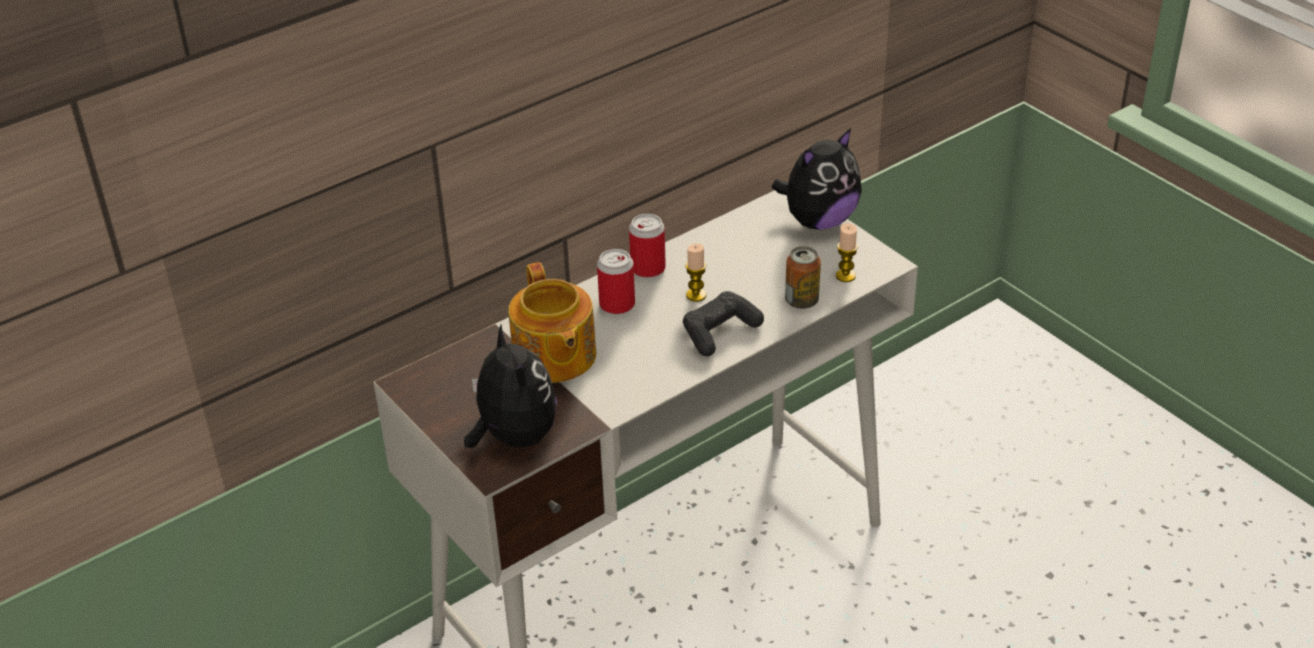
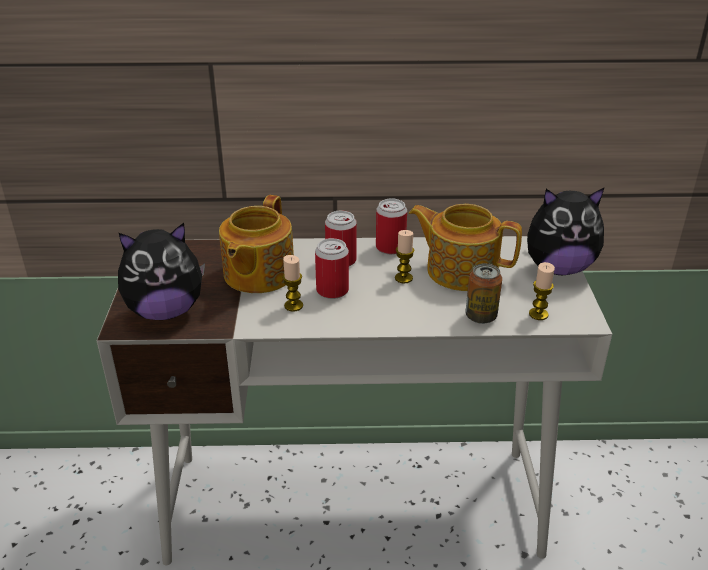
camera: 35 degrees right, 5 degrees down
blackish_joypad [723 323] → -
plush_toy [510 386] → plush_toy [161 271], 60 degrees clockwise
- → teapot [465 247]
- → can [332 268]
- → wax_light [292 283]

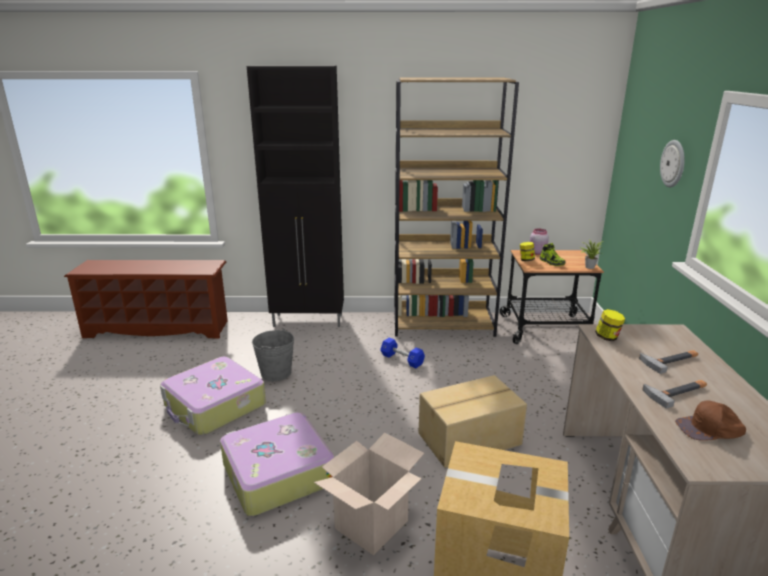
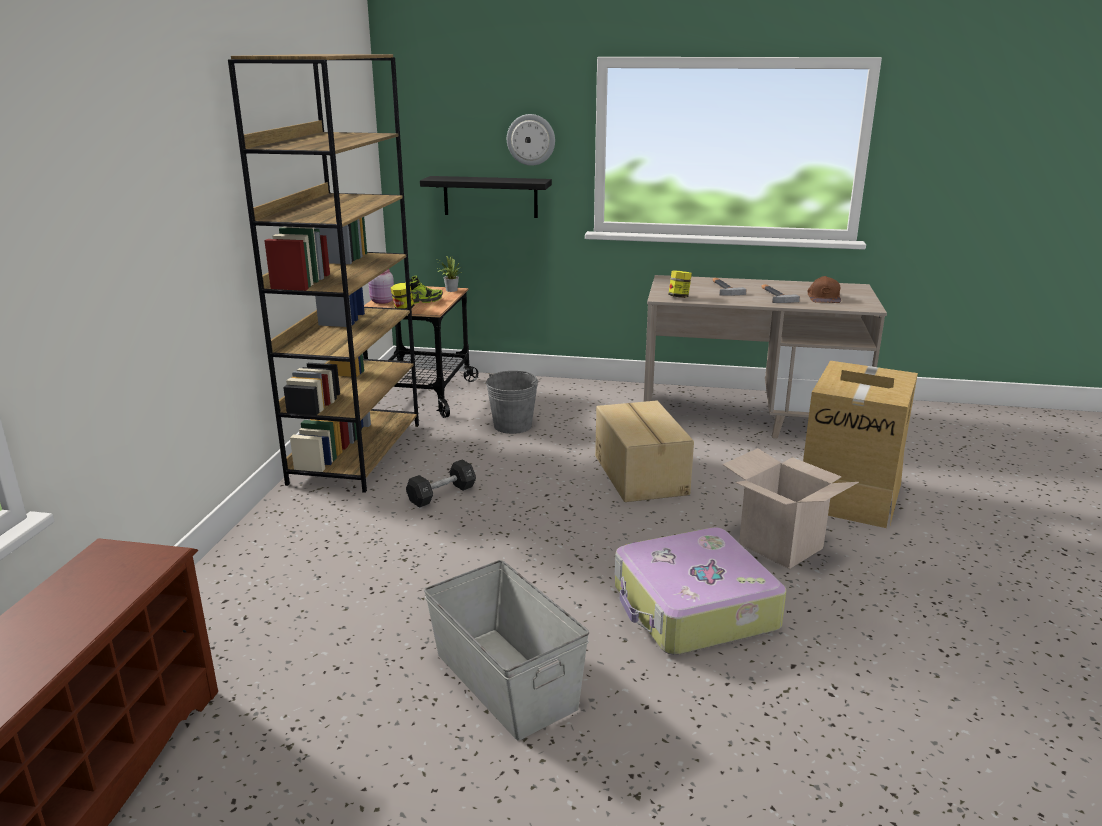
camera: 80 degrees left, 0 degrees up
blackish_storage_cabinet [295 196] → -
gray_bucket [273 355] → gray_bucket [512 402], moved
bluish_free_weight [402 352] → blackish_free_weight [441 484]
piece_of_luggage [213 396] → gray_storage_bin [506 650]
- → blackish_shelf [486 197]

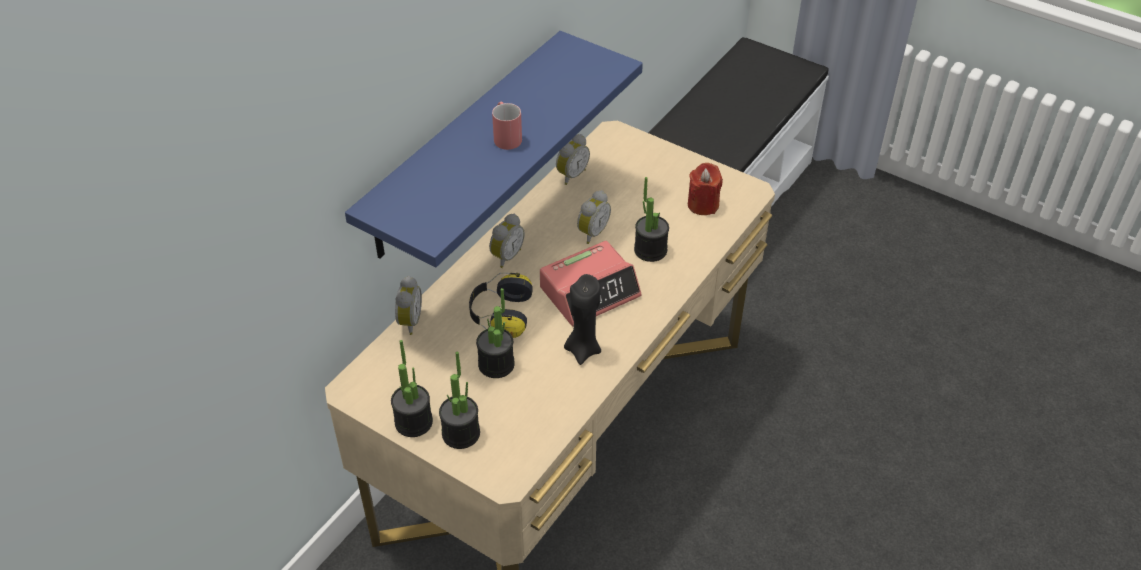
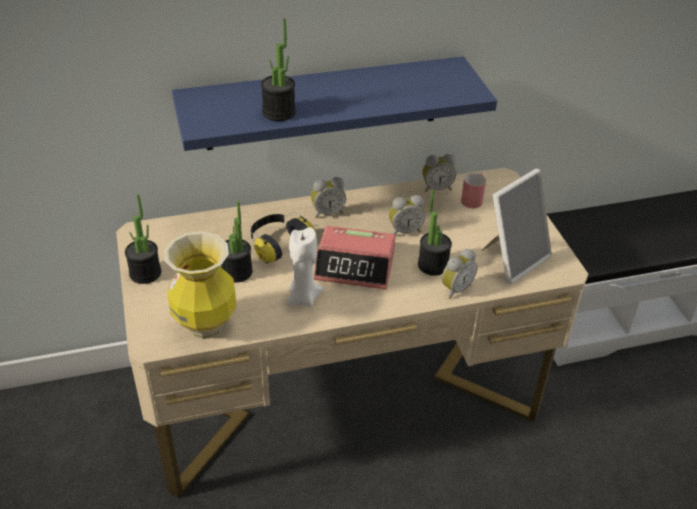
camera: 40 degrees right, 5 degrees down
red-coloured_mug [507 126] → red-coloured_mug [473 190], moved
red-coloured_wax_light [705 189] → photo_frame [516 226]
blackish_wax_light [582 319] → white_wax_light [304 267]
table_clock [408 305] → table_clock [459 274], moved
houseplant [459 400] → houseplant [278 69], moved
- → vase [200 285]

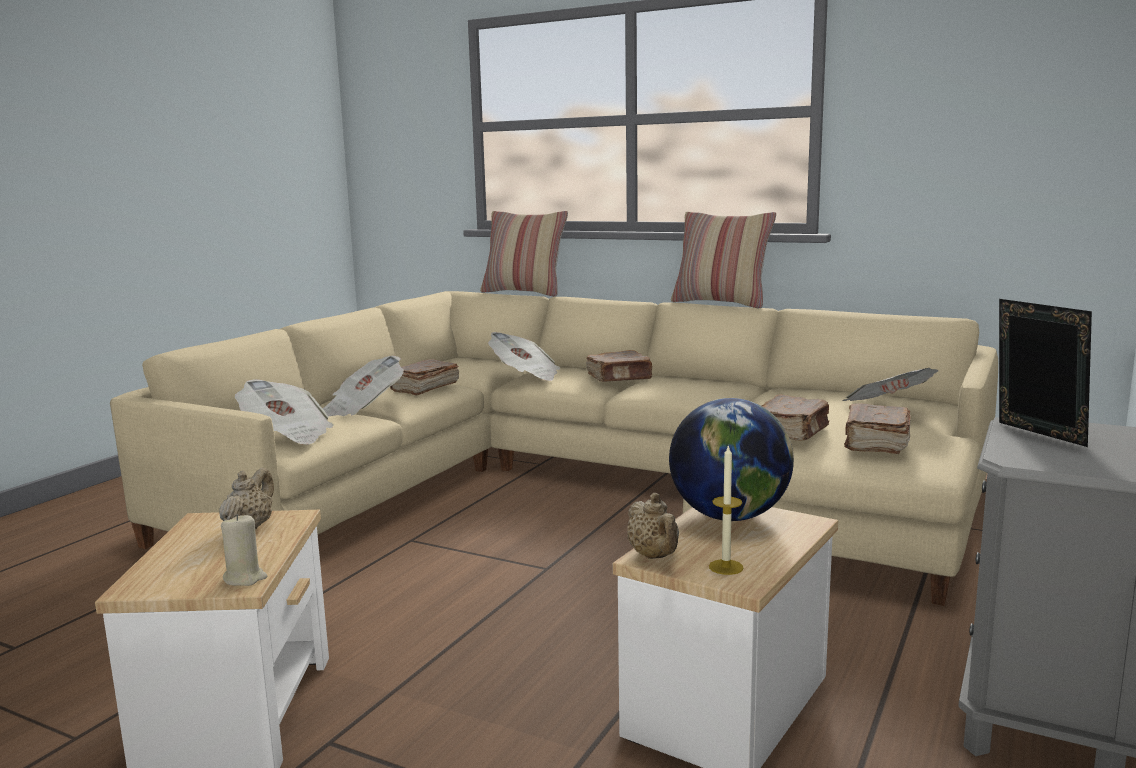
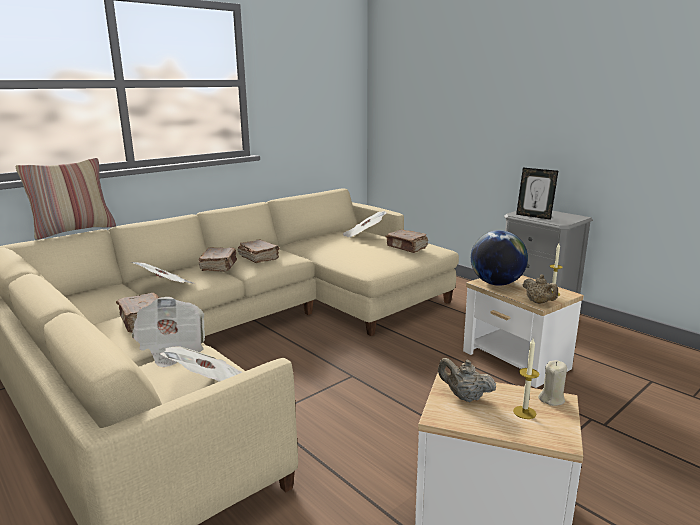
camera: 70 degrees left, 5 degrees up
throw_pillow [723 260] → -
photo_frame [1045 373] → photo_frame [537 194], 135 degrees counterclockwise
brown_volume [795 418] → brown_volume [259 251], moved
beige-coloured_teapot [653 526] → beige-coloured_teapot [540 289], 60 degrees clockwise
- → wax_light [526 379]

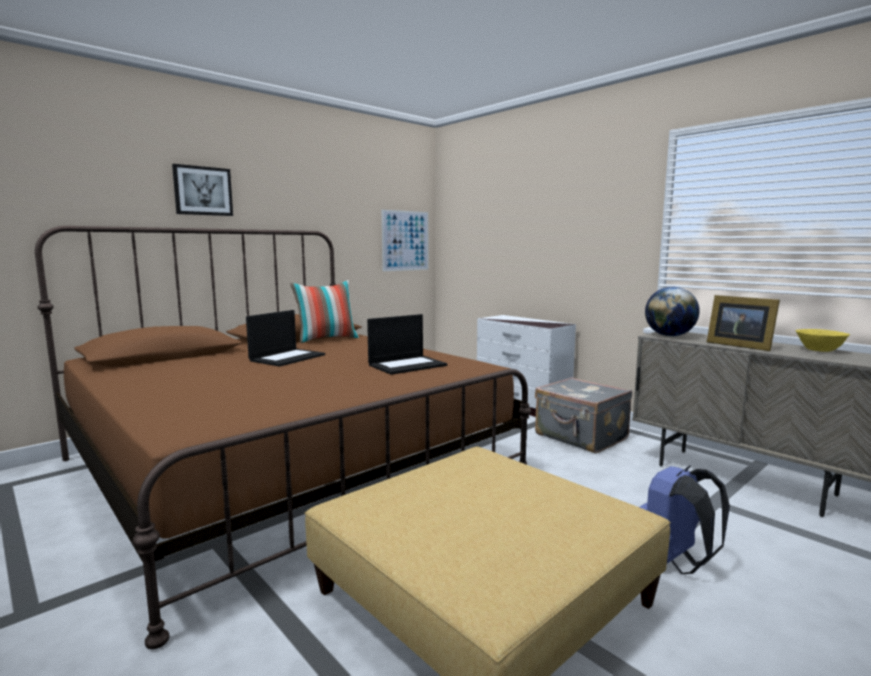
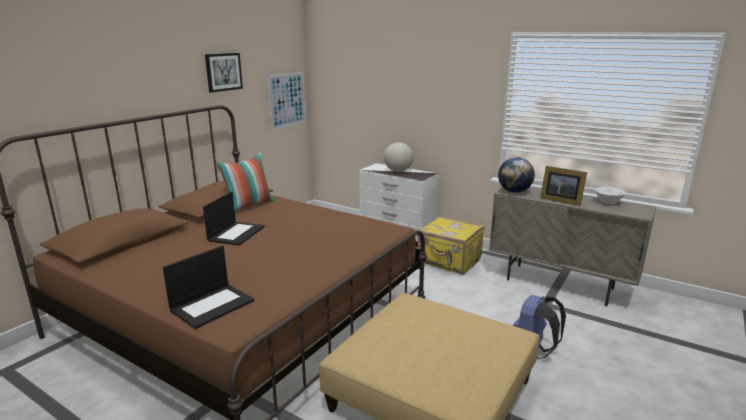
camera: 15 degrees left, 10 degrees up
picture [202 190] → picture [224 73], moved
portable_computer [407 344] → portable_computer [208 287], moved
yellow-coloured_serving_bowl [822 340] → white_serving_bowl [610 195]
gray_piece_of_luggage [583 415] → yellow-coloured_piece_of_luggage [450 245]
- → world_globe [398 157]

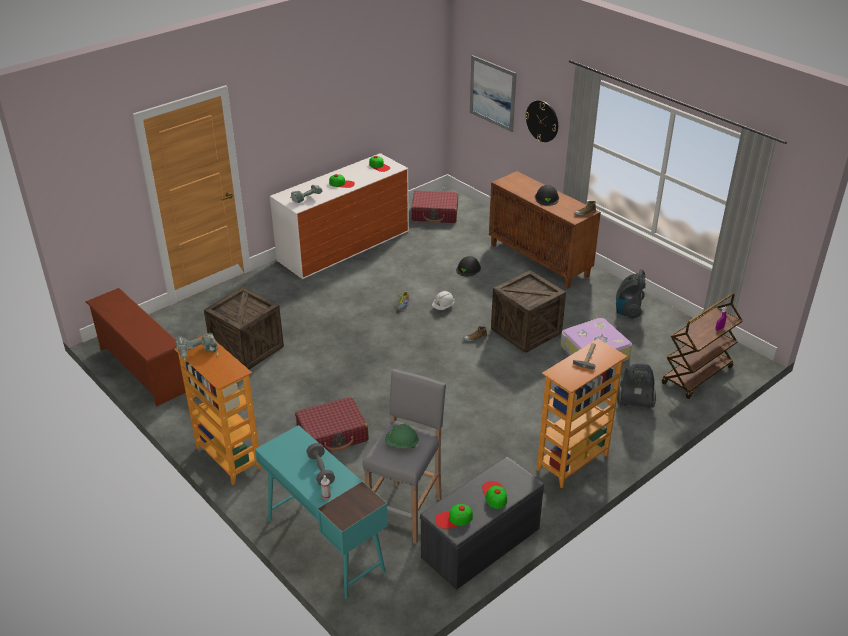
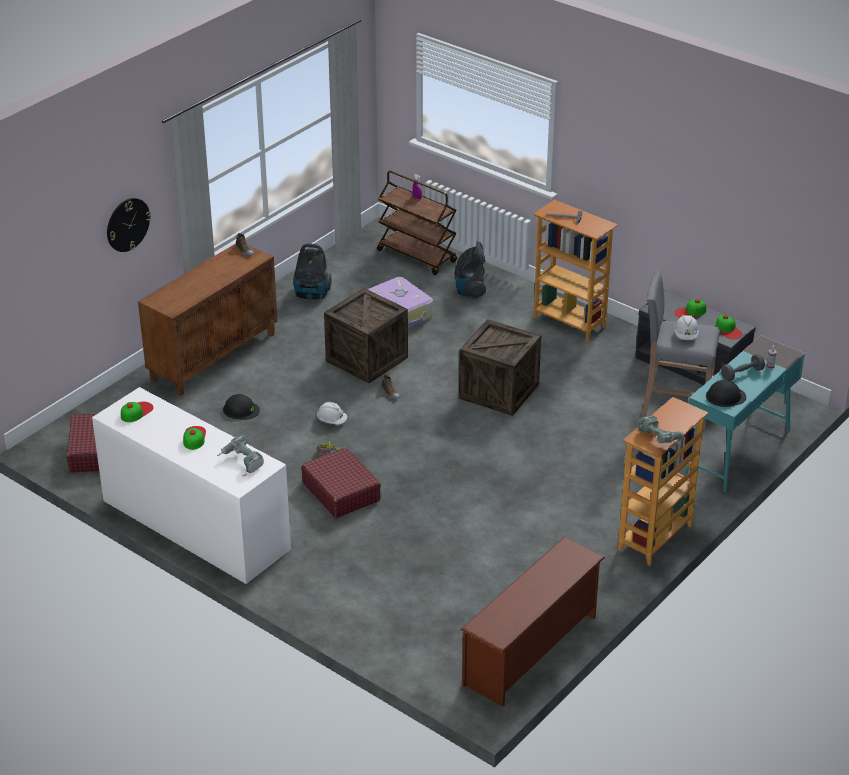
camera: 100 degrees left, 0 degrees up
picture [493 93] → -
blackish_hard_hat [547 195] → blackish_hard_hat [726 393], moved
shipping_crate [244 328] → shipping_crate [500 367], moved
red-coloured_piece_of_luggage [332 424] → red-coloured_piece_of_luggage [341 483], moved
green_hard_hat [402 436] → white_hard_hat [686 327]

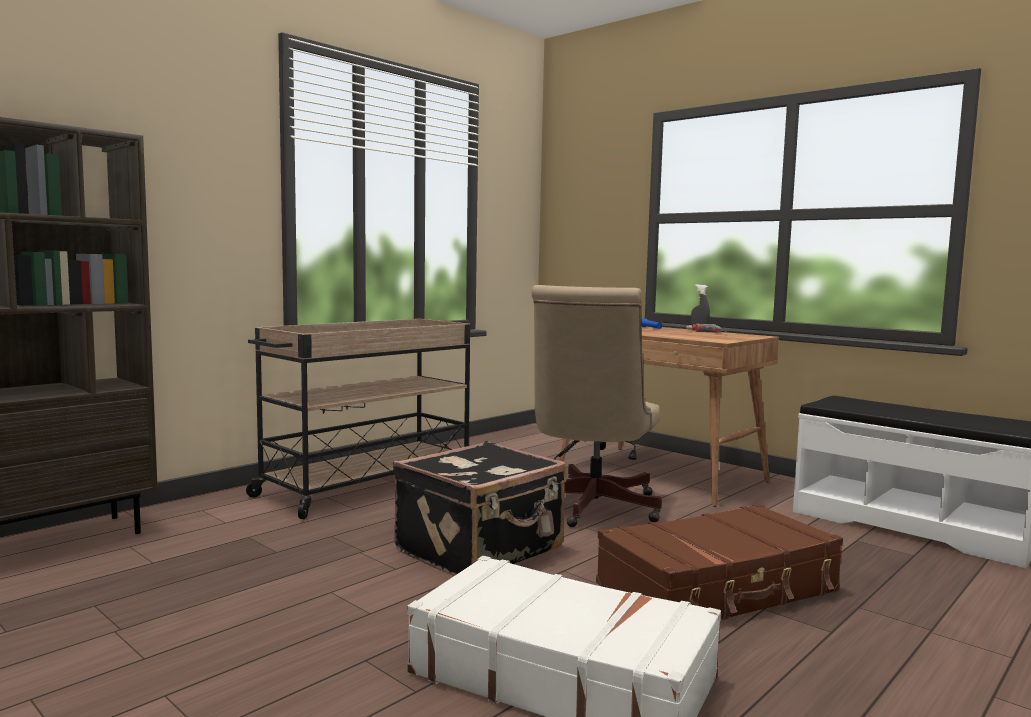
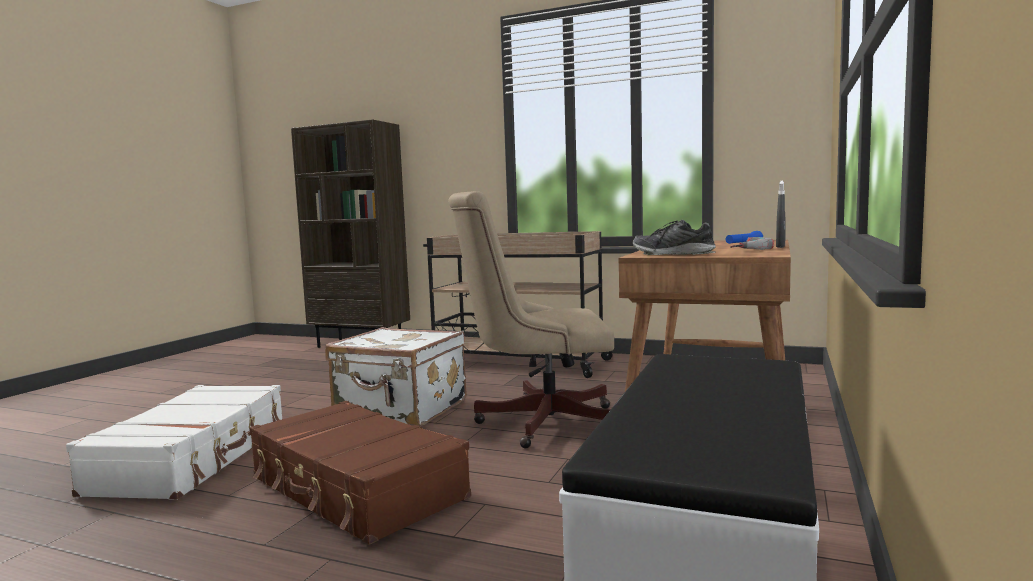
camera: 70 degrees right, 0 degrees up
blackish_piece_of_luggage [480 508] → white_piece_of_luggage [395 376]
- → low_shoe [674 237]

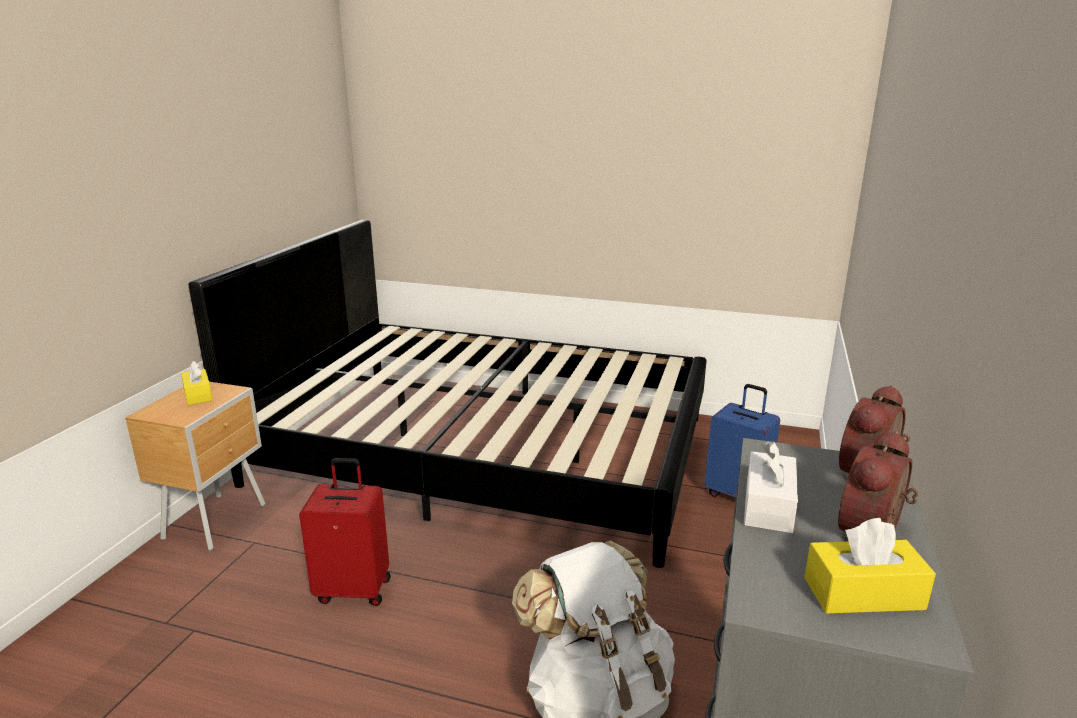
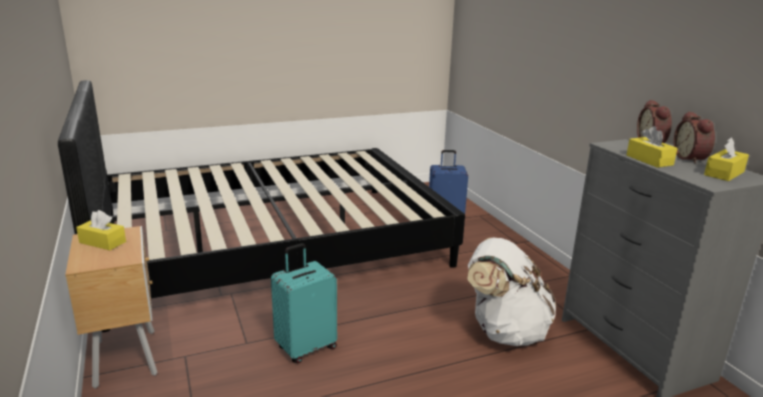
camera: 40 degrees left, 0 degrees up
white_box_of_tissues [771 487] → yellow-coloured_box_of_tissues [652 147]
red-coloured_piece_of_luggage [345 532] → blue-green_piece_of_luggage [304 303]

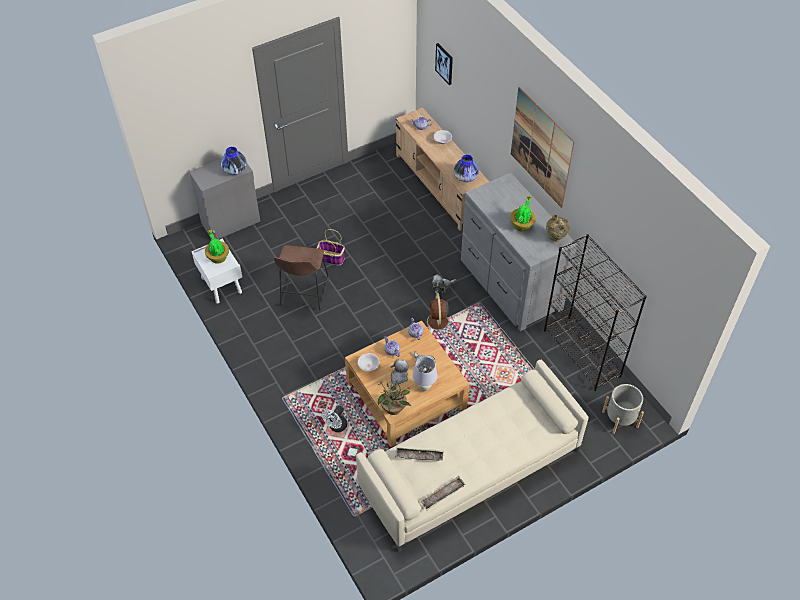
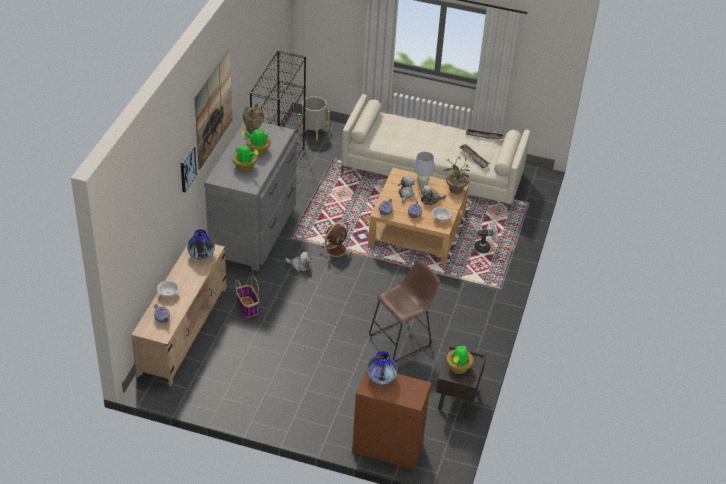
camera: 135 degrees left, 10 degrees down
picture [444 64] → picture [189 169], moved
gray_storage_cabinet [224 199] → brown_storage_cabinet [391 419]
storage_basket [331 247] → storage_basket [247 296], moved
white_bedside_table [217 271] → brown_bedside_table [461 382]
- → houseplant [245 158]

